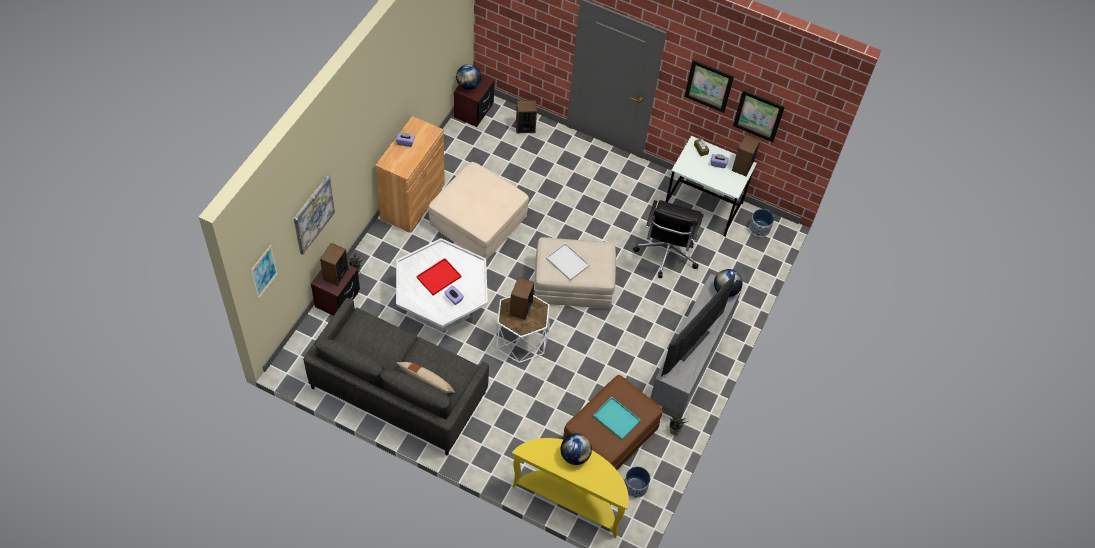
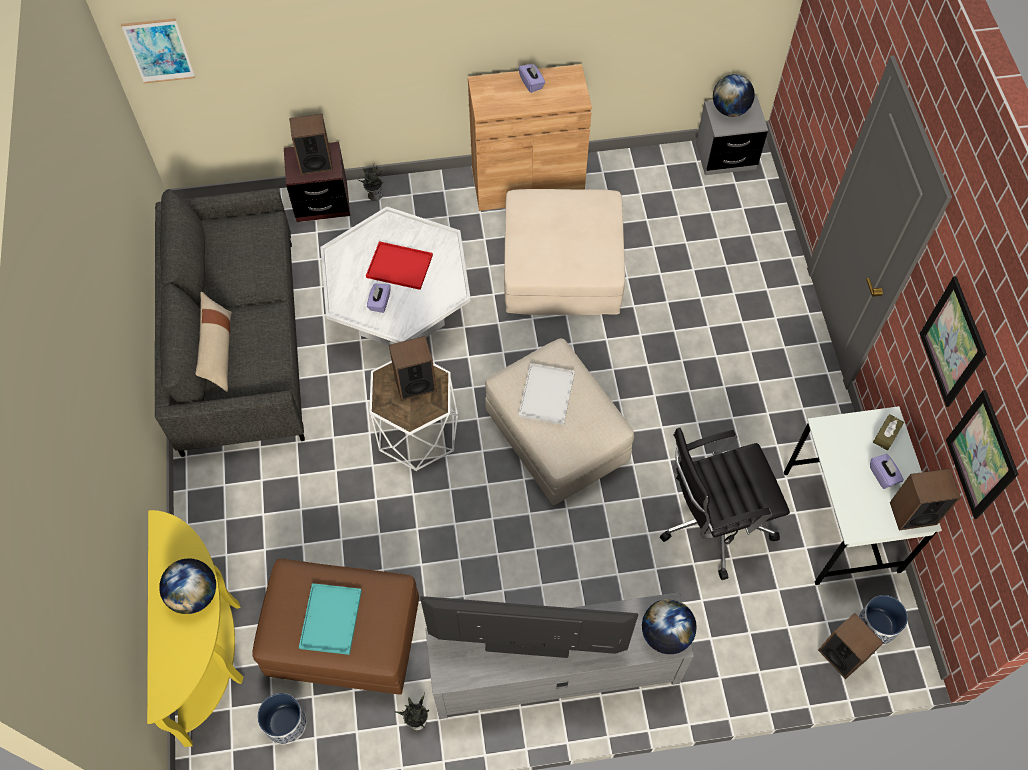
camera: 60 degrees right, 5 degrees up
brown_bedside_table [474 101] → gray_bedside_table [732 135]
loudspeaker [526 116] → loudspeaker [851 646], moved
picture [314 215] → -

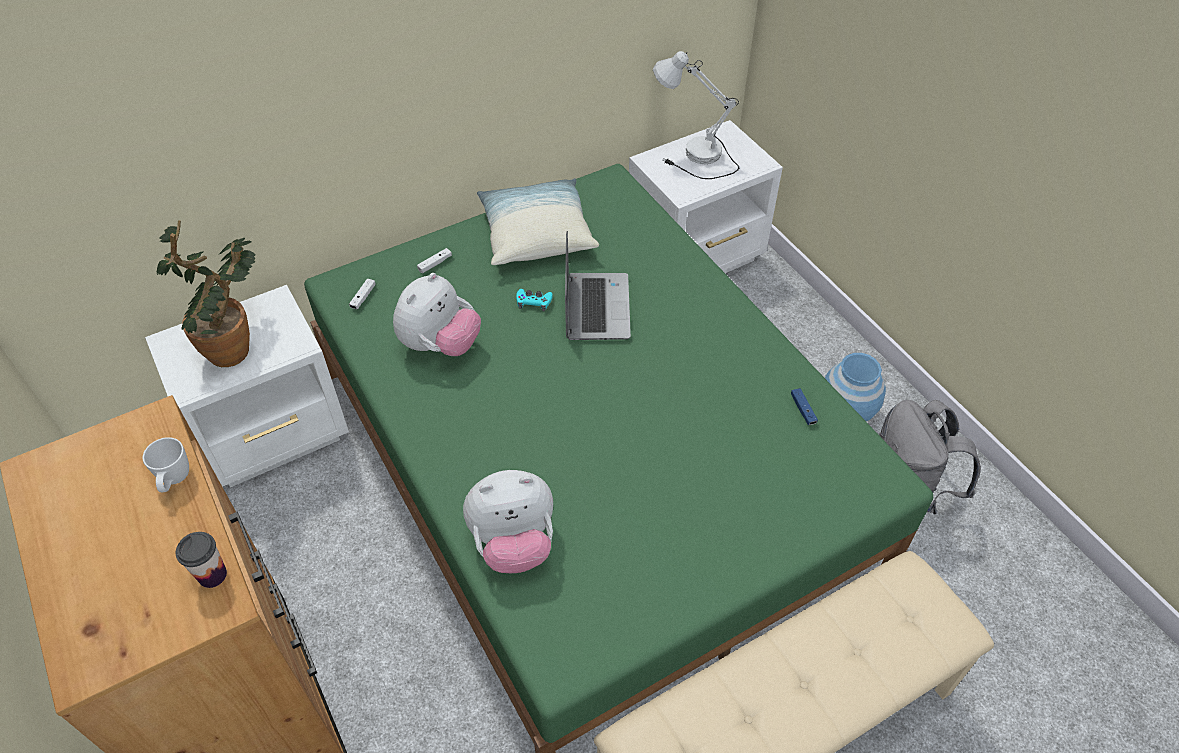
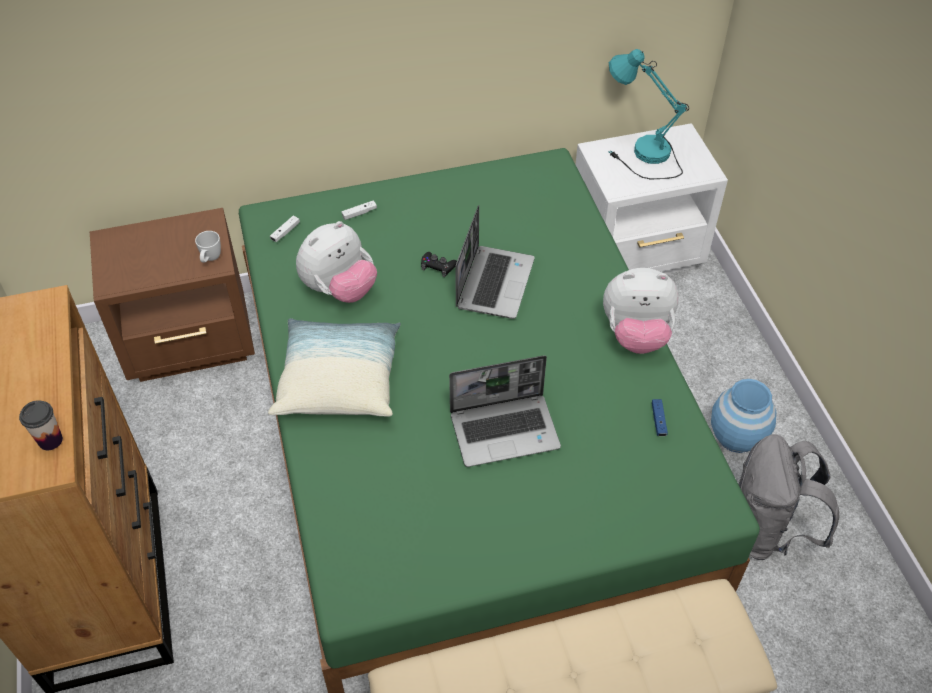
camera: 15 degrees right, 0 degrees up
white_lamp_for_a_table [696 115] → blue-green_lamp_for_a_table [649 114]
throw_pillow [538 221] → throw_pillow [334 367], moved
houseplant [206 294] → -
white_bedside_table [247 386] → brown_bedside_table [172 295]
blue-green_joypad [534 300] → blackish_joypad [439 264]
white_mug [166 464] → white_mug [208 247], moved
plush_toy [508 521] → plush_toy [641 311], moved
- → portable_computer [505 411]

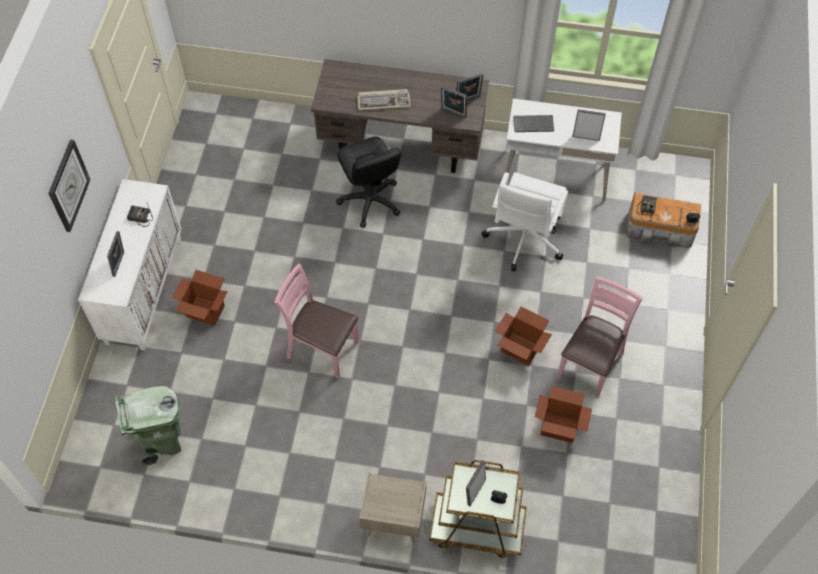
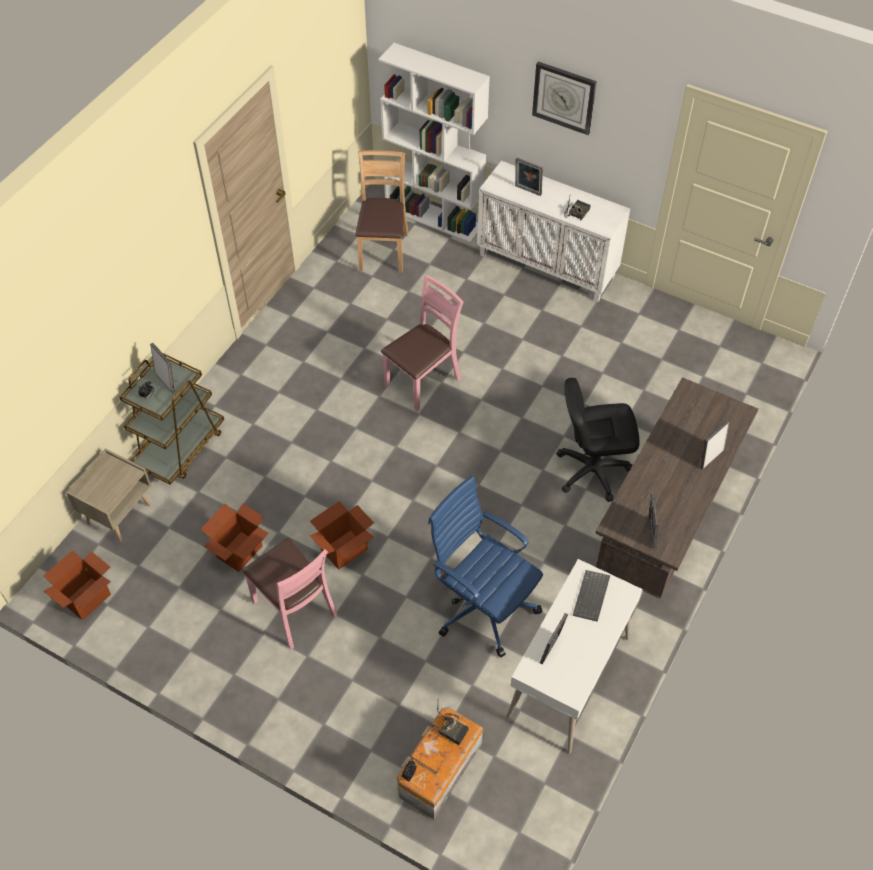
camera: 110 degrees right, 5 degrees down
photo_frame [454 102] → photo_frame [714 445], moved
PC_keyboard [384 100] → -
white_office_chair [524 221] → bluish_office_chair [485 566]
carton [200 298] → carton [77 585], moved
green_waste_bin [148 426] → brown_plain_chair [382 211]
beige-coloured_bedside_table [393 507] → beige-coloured_bedside_table [108 495], moved
- → white_bookcase [434 143]

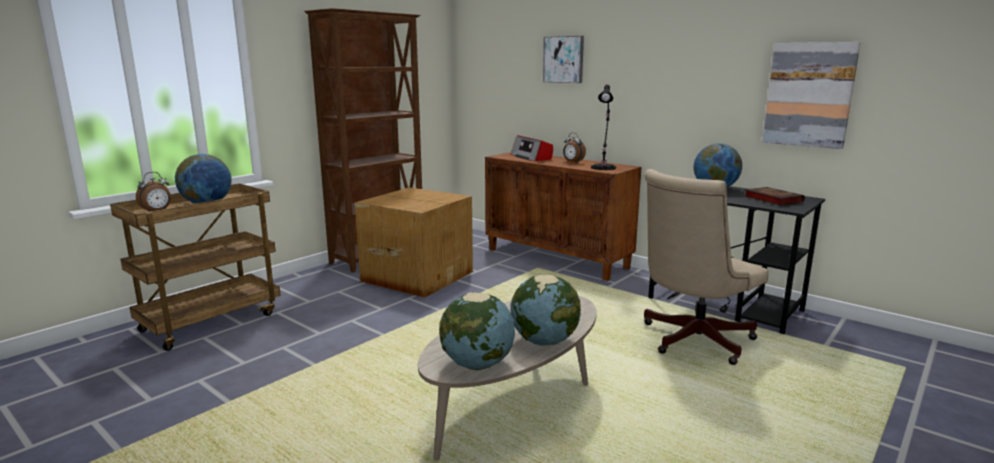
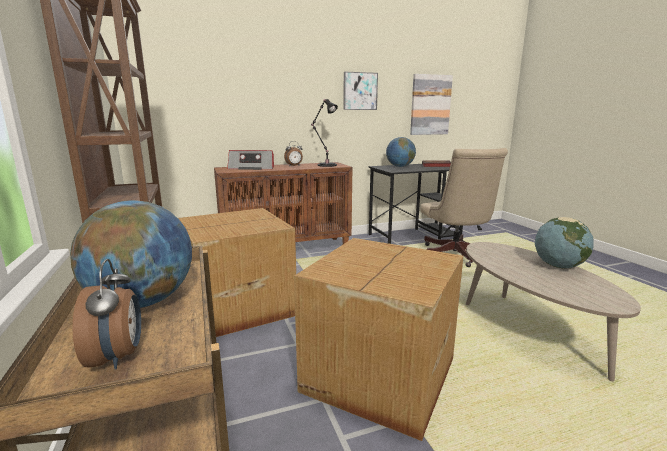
camera: 60 degrees left, 0 degrees up
picture [563 59] → picture [360 91], moved
world_globe [477 331] → -
- → carton [378 339]

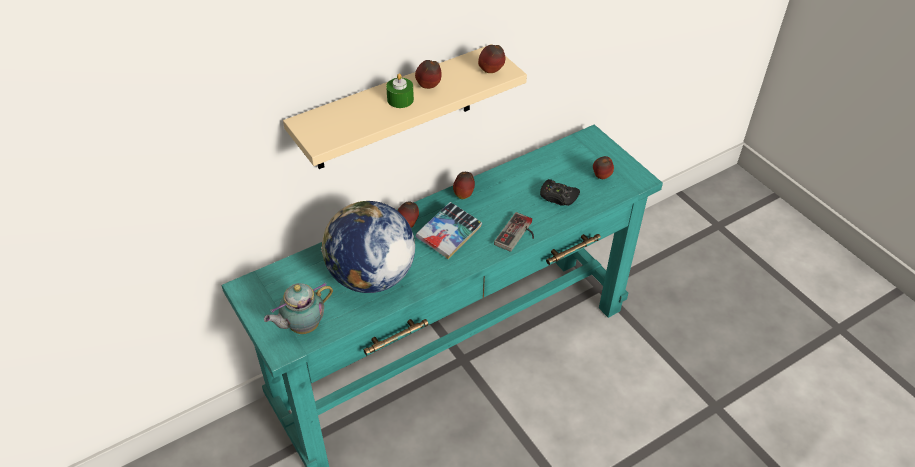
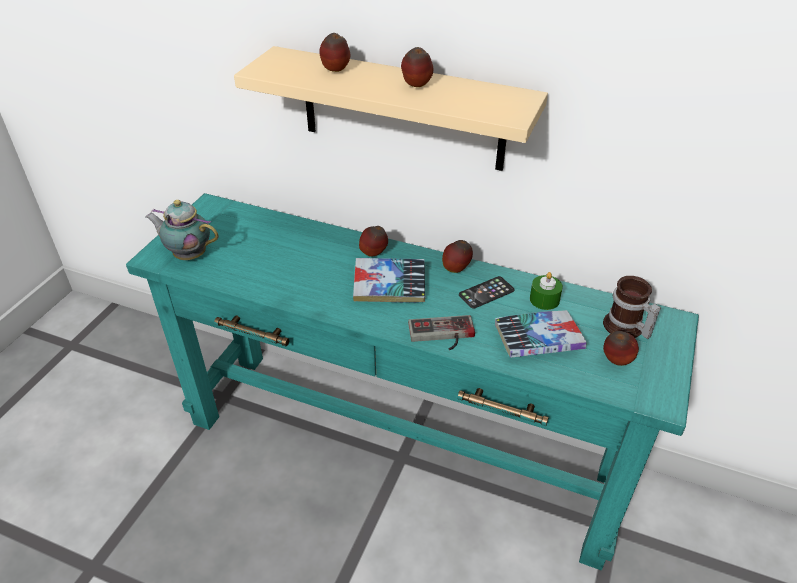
camera: 55 degrees right, 5 degrees down
whole_apple [491 59] → whole_apple [334 52], moved
green_wax_light [400 90] → green_wax_light [546 291], moved
blackish_joypad [560 192] → volume [541 334]
world_globe [368 247] → -
- → phone [486 292]
- → mug [632 307]

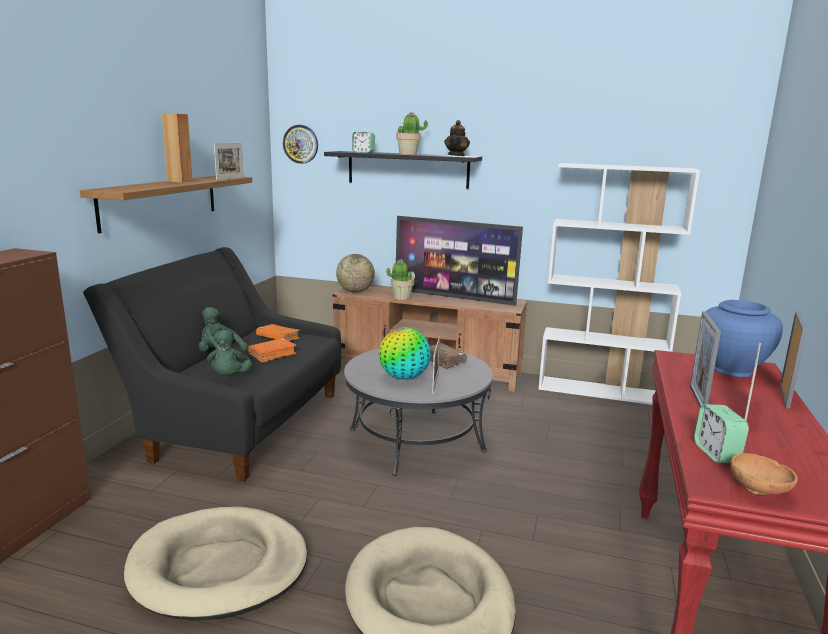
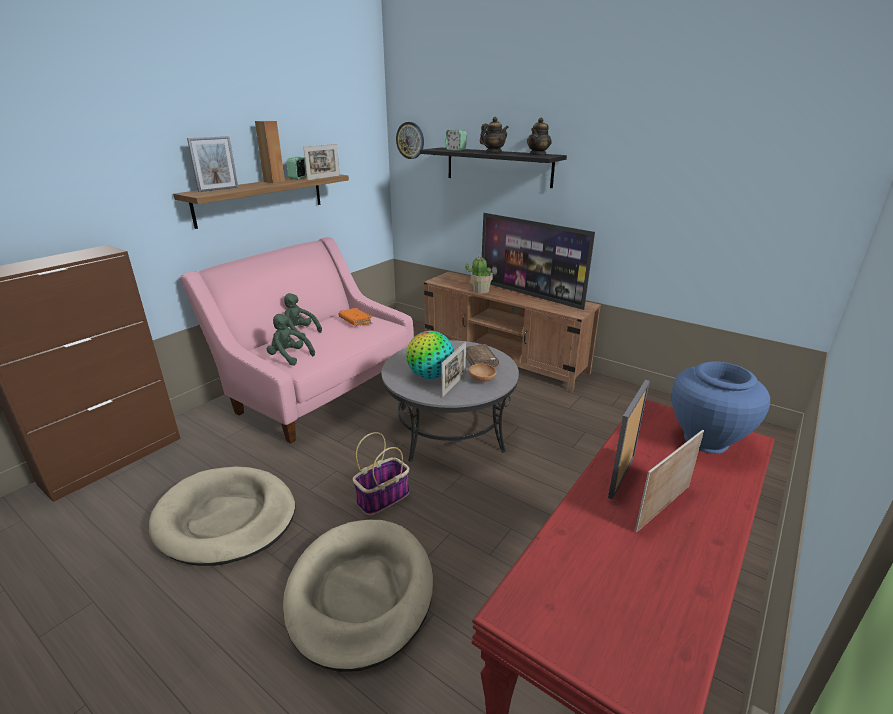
camera: 20 degrees right, 10 degrees up
houseplant [412 133] → teapot [494 135]
white_bookcase [619 284] → -
blackish_settee [212 364] → pink_settee [297 340]
world_globe [355 273] → -
photo_frame [793 360] → photo_frame [212 164], moved
green_plush_toy [229 352] → green_plush_toy [291 340], 105 degrees clockwise
orange_volume [272 350] → -
table_clock [721 433] → table_clock [296 168], moved
brown_serving_bowl [764 474] → brown_serving_bowl [483 373], moved
- → storage_basket [381 473]

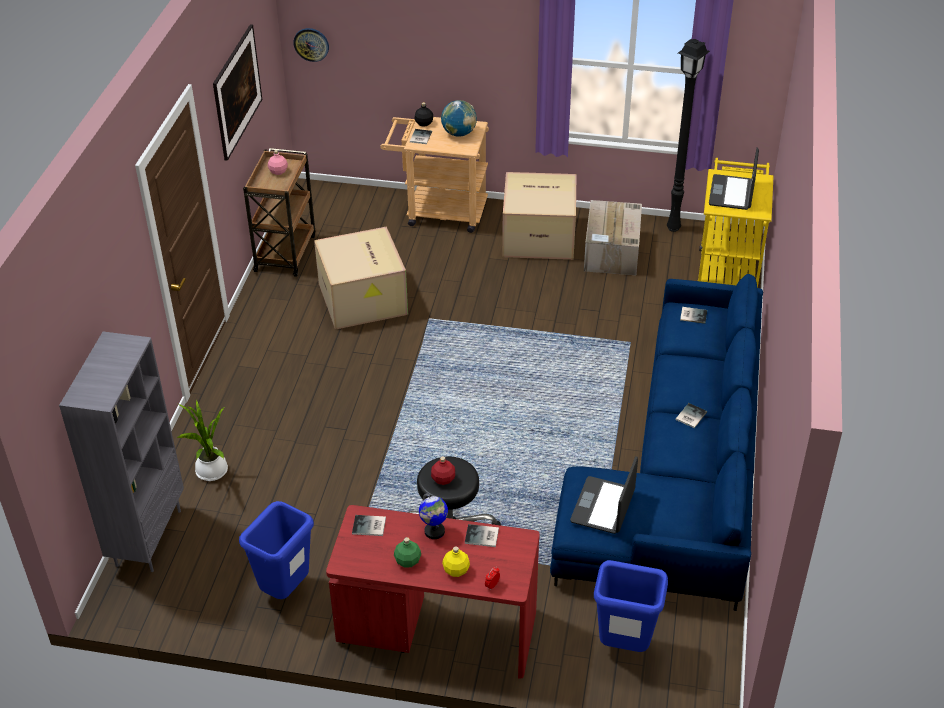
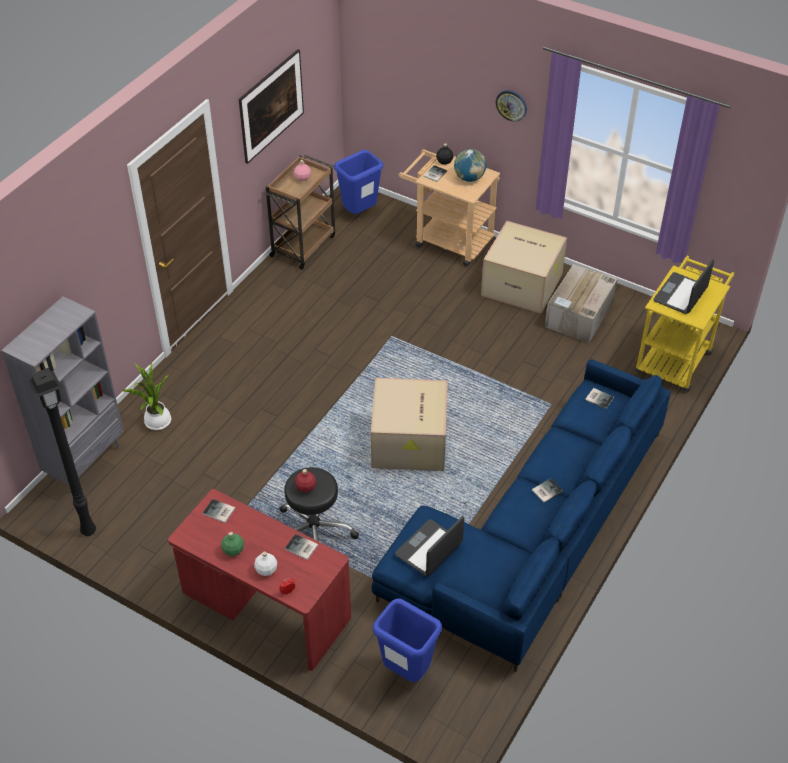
camera: 20 degrees right, 5 degrees up
clock_on_the_wall [311 45] → clock_on_the_wall [511 106], moved
blackish_standing_lamp [688 135] → blackish_standing_lamp [62 452], moved
carton [361 278] → carton [409 424], moved
world_globe [433 516] → -
bluish_waste_bin [276 550] → bluish_waste_bin [358 182], moved
yellow-coloured_bottle [456 561] → white_bottle [265 563]

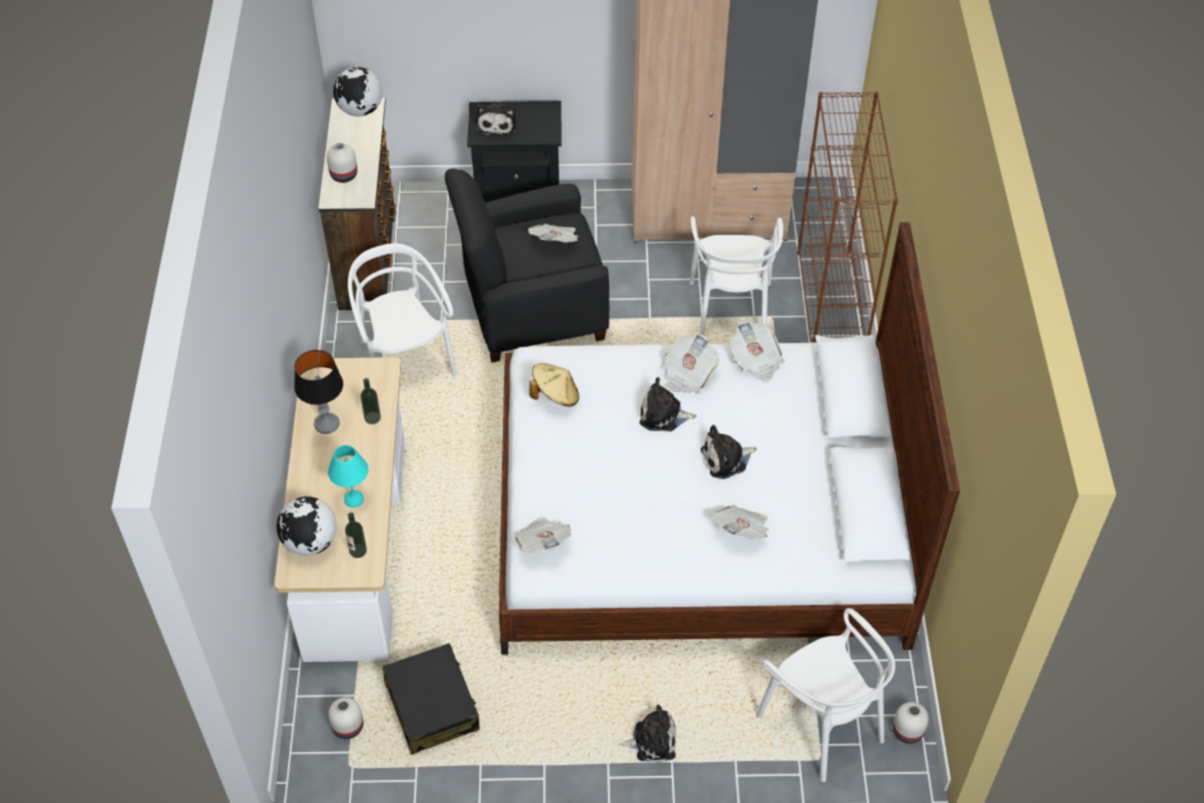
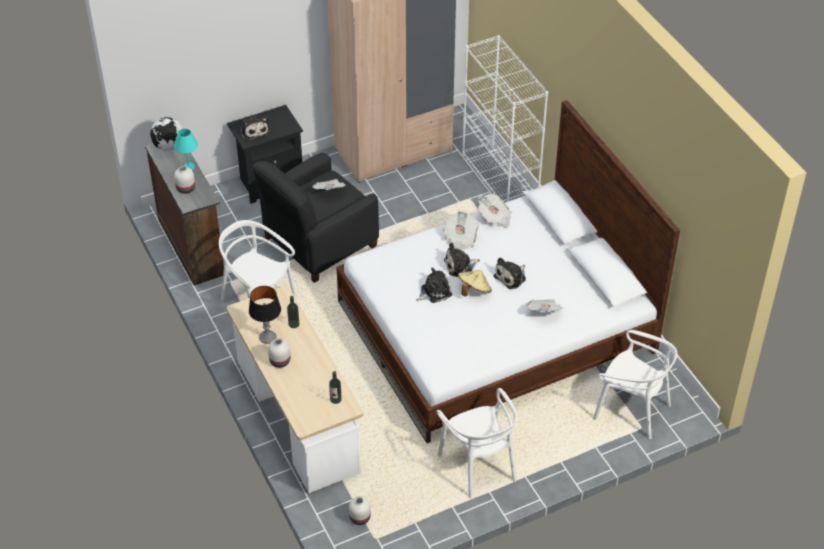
camera: 25 degrees left, 5 degrees down
brown_bookcase [847 217] → white_bookcase [505 118]
white_plain_chair [736 276] → white_plain_chair [476 443], moved
beige-coloured_wearable_hat [554 384] → beige-coloured_wearable_hat [475 283], moved
blue-green_lamp_for_a_table [348 476] → blue-green_lamp_for_a_table [186 149], moved
world_globe [307 526] → -
daily_paper [543 535] → -
blackish_piece_of_luggage [431 699] → -
white_vase [911 723] → white_vase [279 353], moved
plush_toy [647 734] → plush_toy [434 285], moved

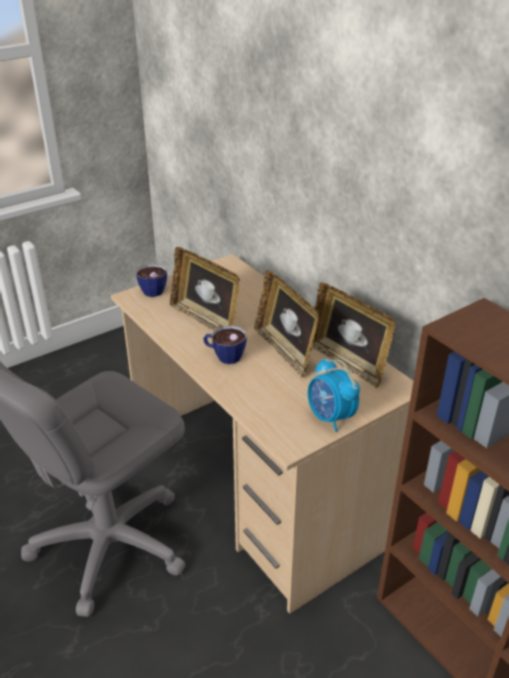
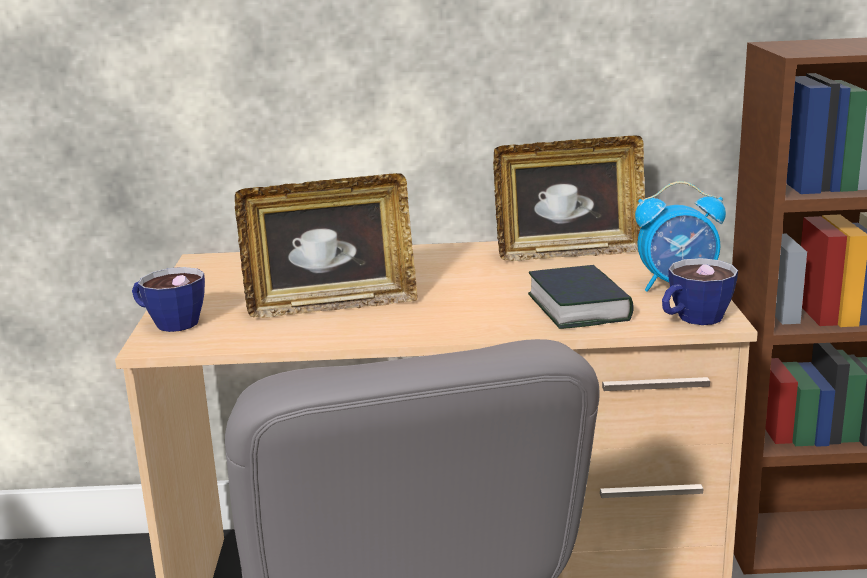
camera: 55 degrees left, 15 degrees down
photo_frame [287 324] → -
drinking_cup [225 344] → drinking_cup [700 291], moved
- → volume [581 297]

